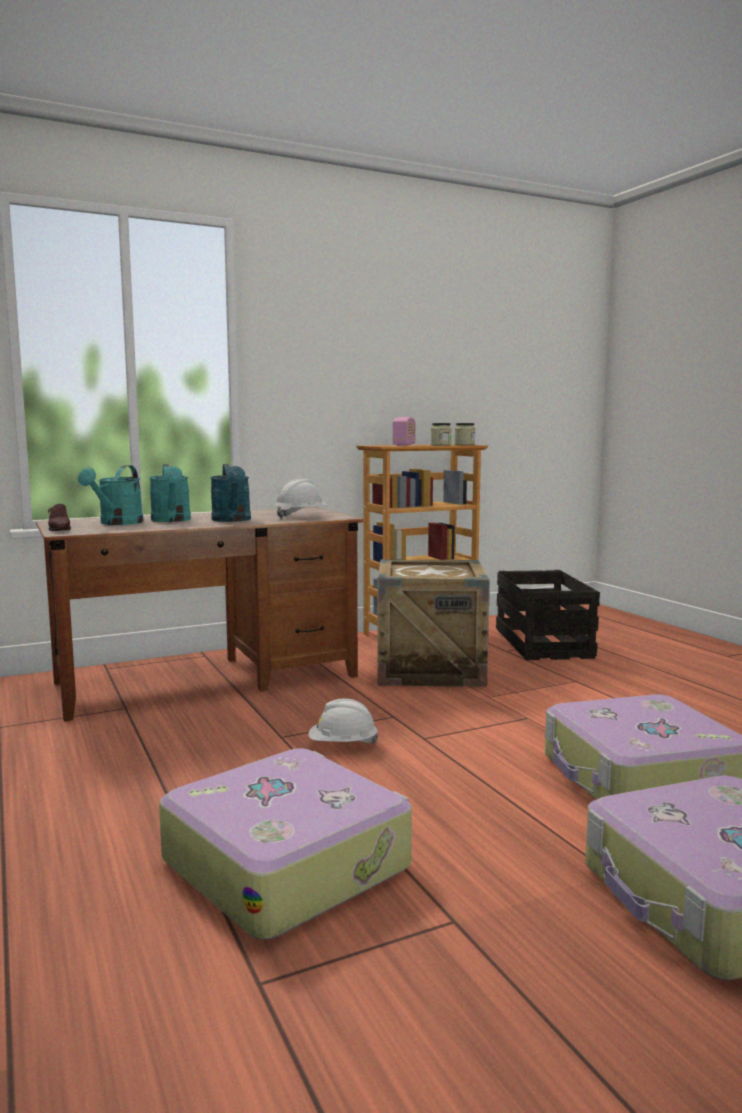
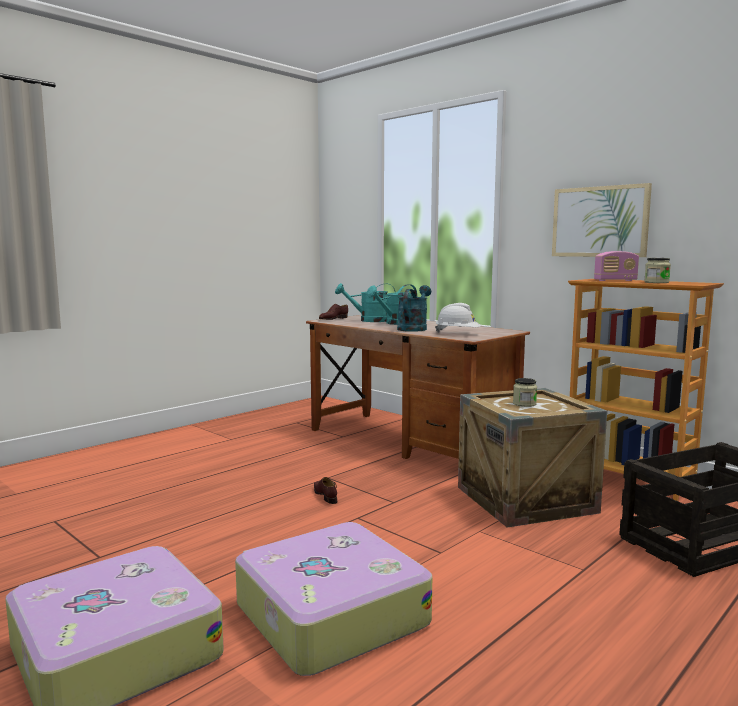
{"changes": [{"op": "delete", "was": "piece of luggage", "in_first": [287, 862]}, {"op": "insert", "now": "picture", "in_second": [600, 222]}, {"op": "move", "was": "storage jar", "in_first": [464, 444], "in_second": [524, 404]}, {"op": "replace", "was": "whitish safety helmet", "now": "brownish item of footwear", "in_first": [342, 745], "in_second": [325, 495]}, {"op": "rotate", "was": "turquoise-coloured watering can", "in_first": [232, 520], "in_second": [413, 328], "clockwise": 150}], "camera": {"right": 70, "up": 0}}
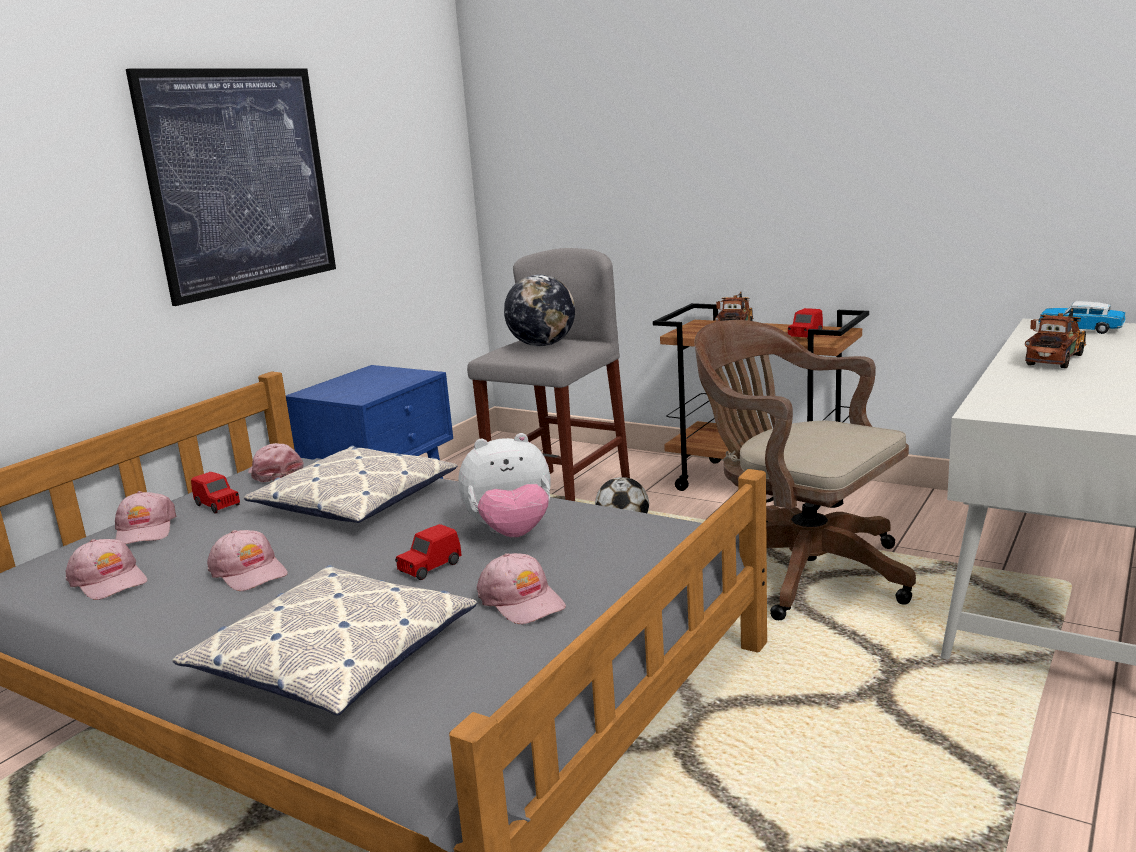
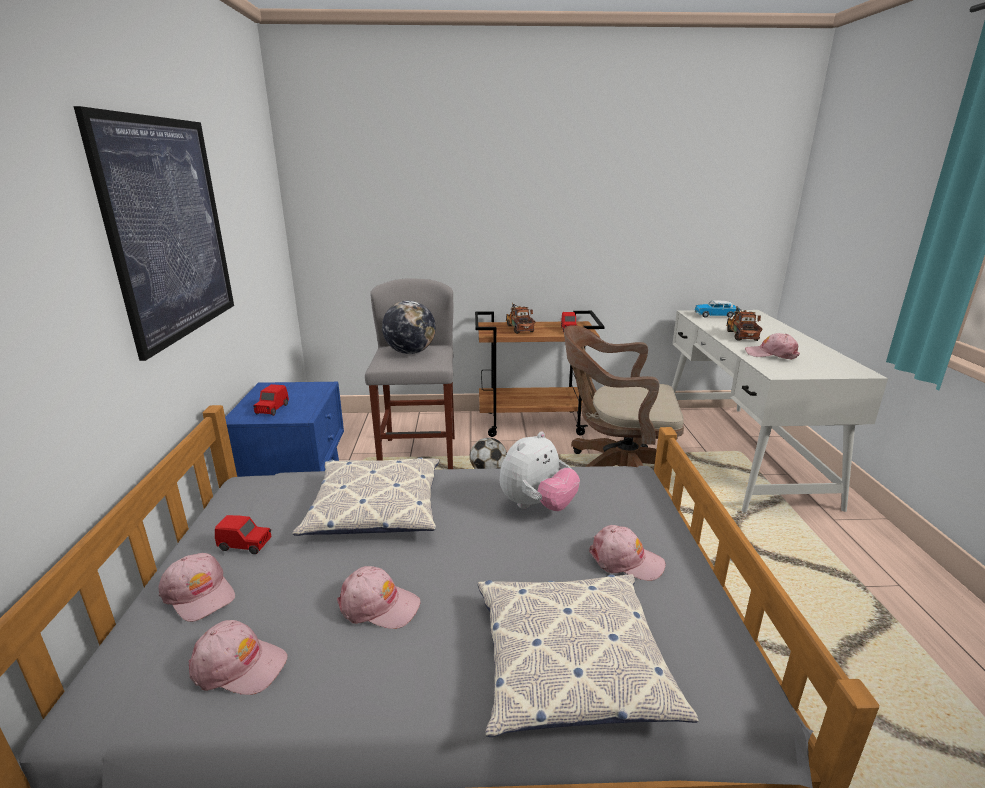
{"changes": [{"op": "move", "was": "pink-coloured cap", "in_first": [274, 472], "in_second": [771, 354]}, {"op": "move", "was": "red toy car", "in_first": [429, 568], "in_second": [272, 409]}], "camera": {"right": -35, "up": 5}}
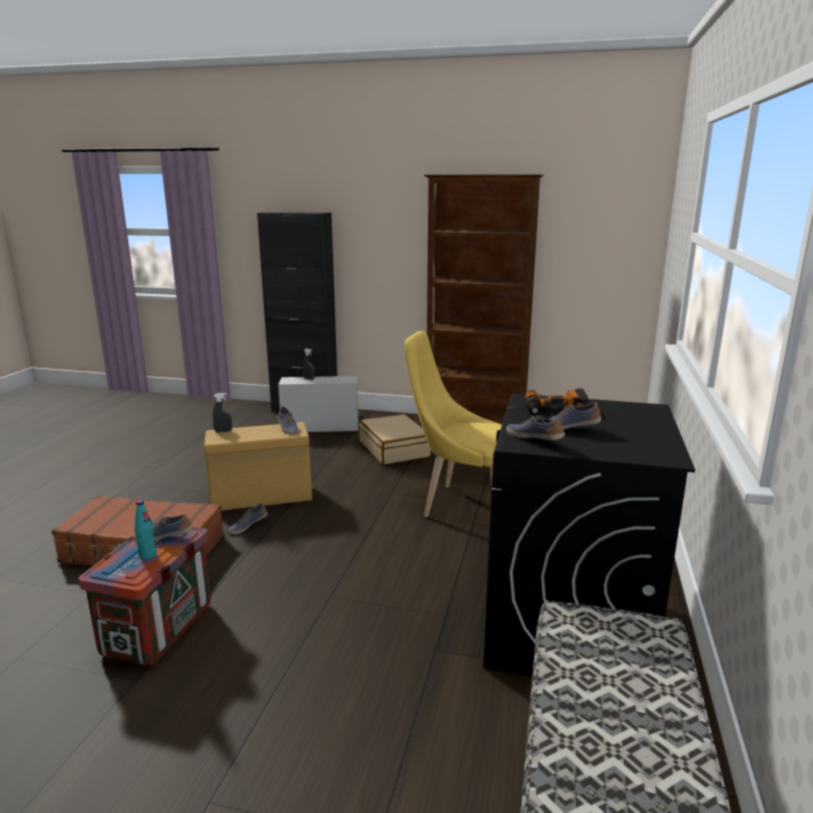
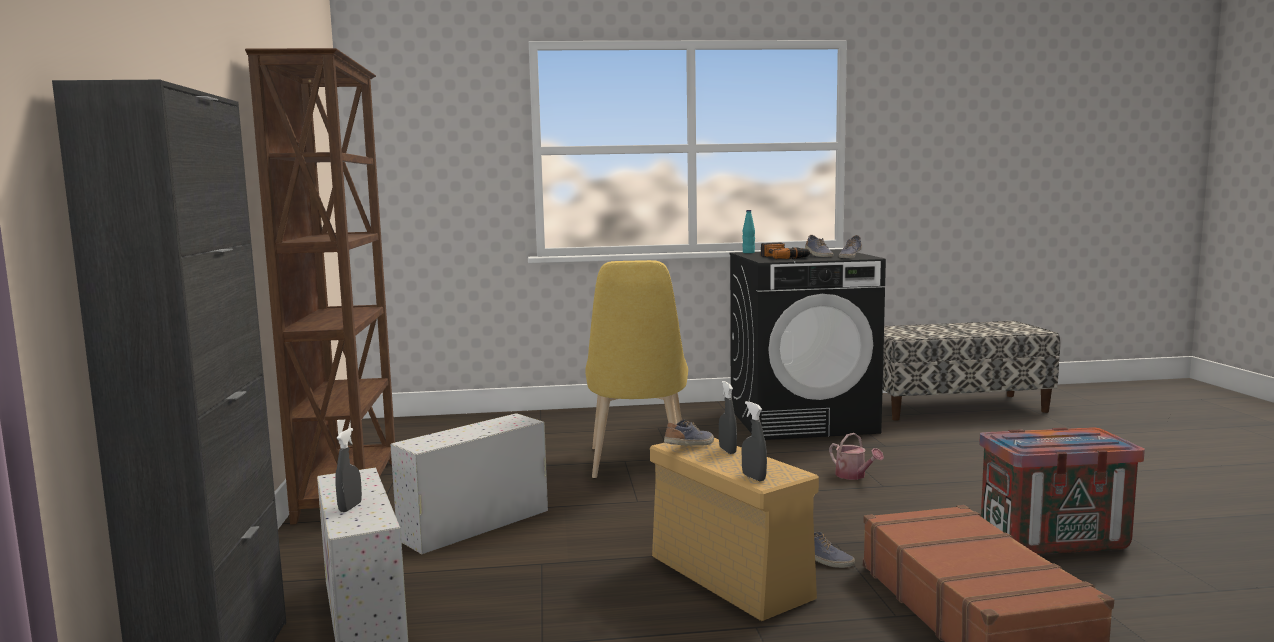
{"changes": [{"op": "delete", "was": "item of footwear", "in_first": [164, 537]}, {"op": "insert", "now": "gray spray bottle", "in_second": [727, 450]}, {"op": "insert", "now": "watering can", "in_second": [854, 476]}, {"op": "move", "was": "turquoise-coloured beverage bottle", "in_first": [148, 555], "in_second": [748, 252]}, {"op": "replace", "was": "beige piece of luggage", "now": "whitish storage container", "in_first": [395, 449], "in_second": [473, 525]}], "camera": {"right": -110, "up": -10}}
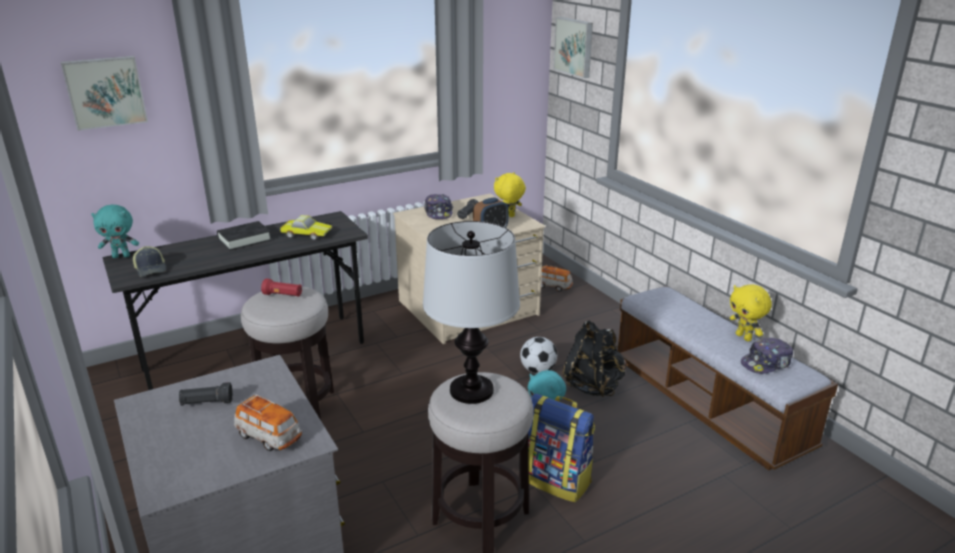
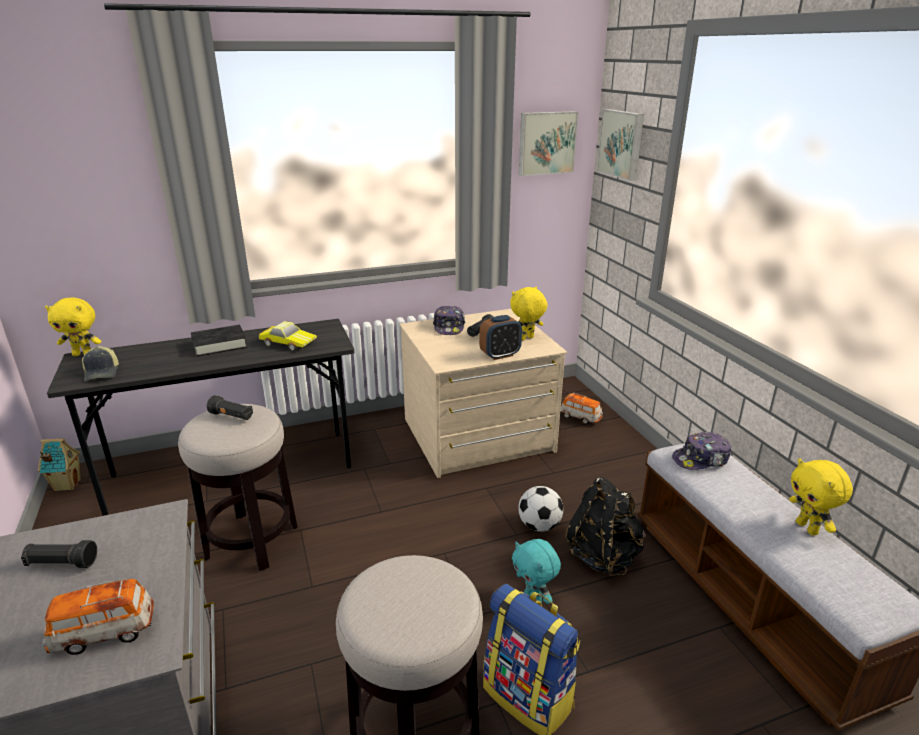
{"changes": [{"op": "delete", "was": "table lamp", "in_first": [472, 390]}, {"op": "insert", "now": "toy house", "in_second": [67, 485]}, {"op": "move", "was": "picture", "in_first": [105, 92], "in_second": [546, 143]}, {"op": "move", "was": "cap", "in_first": [766, 363], "in_second": [701, 459]}, {"op": "recolor", "was": "turquoise-coloured plush toy", "now": "yellow plush toy", "in_first": [121, 256], "in_second": [83, 354]}, {"op": "recolor", "was": "red flashlight", "now": "black-coloured flashlight", "in_first": [283, 295], "in_second": [232, 416]}, {"op": "rotate", "was": "toy car", "in_first": [269, 437], "in_second": [104, 633], "clockwise": 120}], "camera": {"right": 10, "up": 0}}
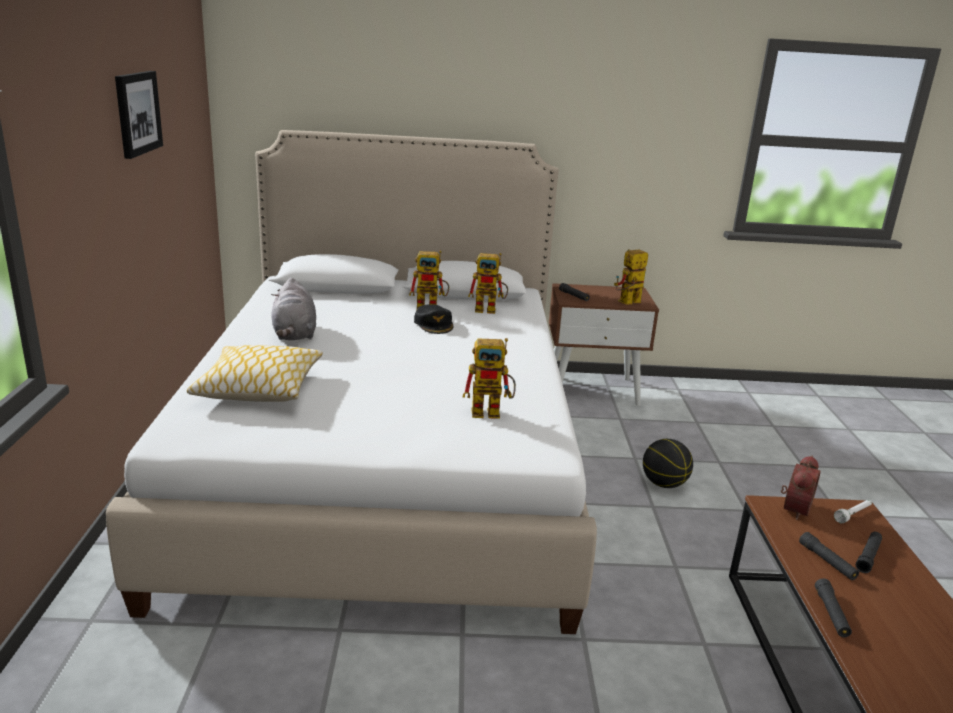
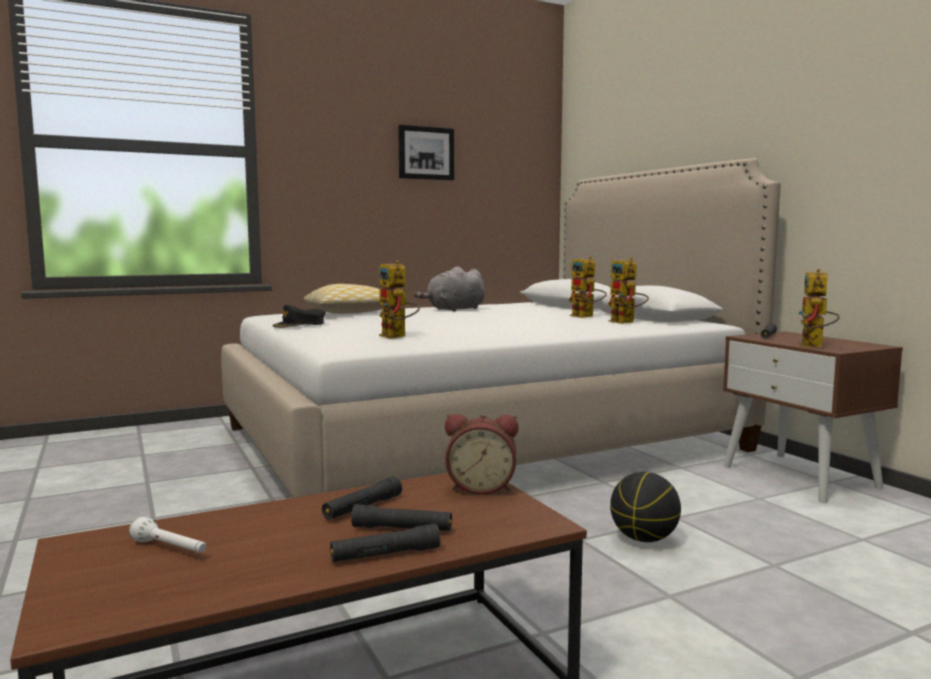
{"changes": [{"op": "move", "was": "black-coloured cap", "in_first": [434, 324], "in_second": [300, 325]}, {"op": "move", "was": "black-coloured flashlight", "in_first": [831, 613], "in_second": [385, 555]}, {"op": "move", "was": "whitish flashlight", "in_first": [853, 515], "in_second": [170, 549]}, {"op": "rotate", "was": "toy robot", "in_first": [627, 303], "in_second": [814, 346], "clockwise": -105}], "camera": {"right": 65, "up": -15}}
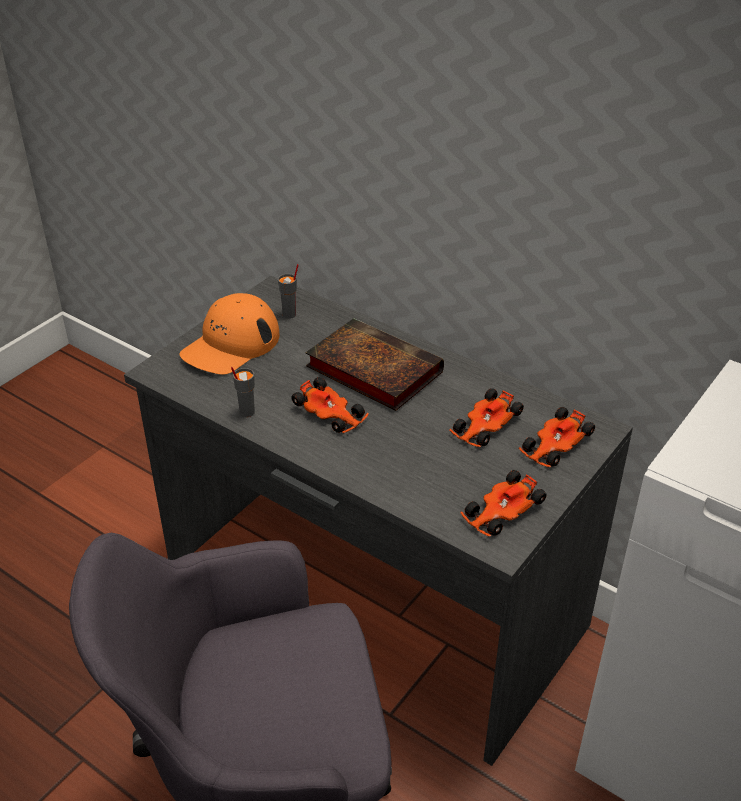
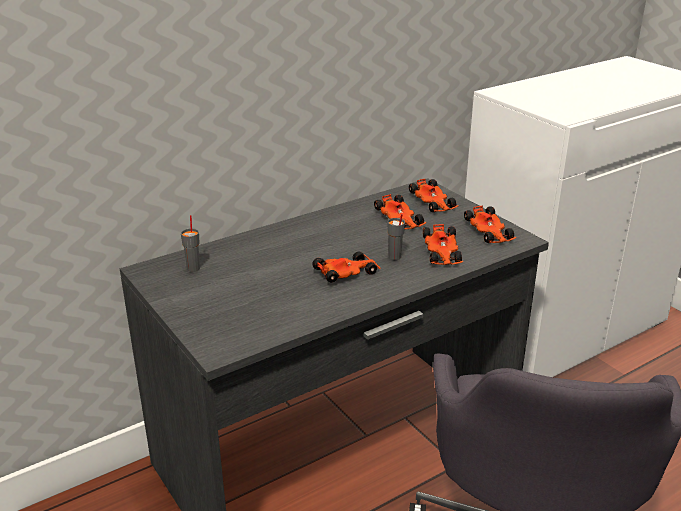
{"changes": [{"op": "delete", "was": "orange cap", "in_first": [231, 344]}, {"op": "delete", "was": "volume", "in_first": [370, 369]}, {"op": "insert", "now": "toy car", "in_second": [442, 253]}, {"op": "move", "was": "gray drinking cup", "in_first": [246, 412], "in_second": [394, 257]}], "camera": {"right": -70, "up": -10}}
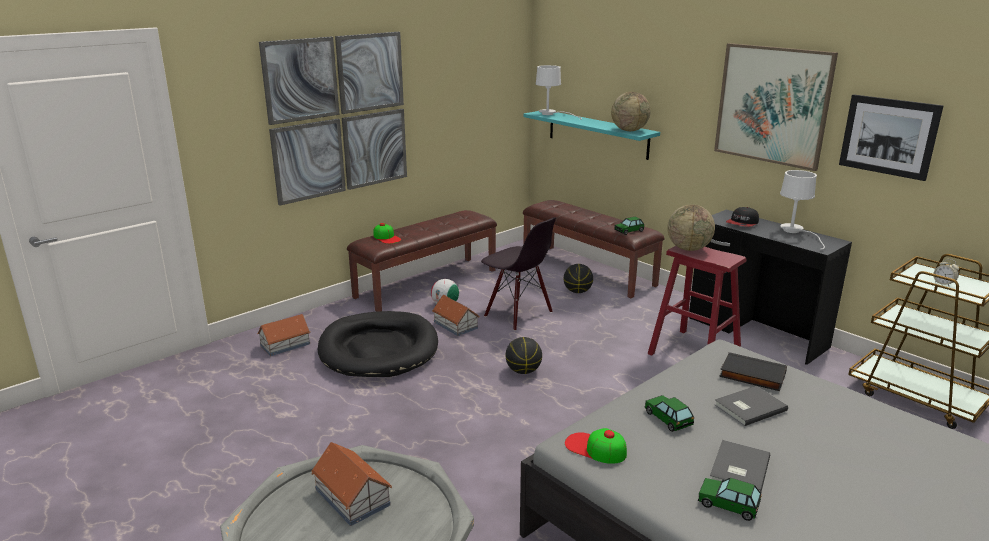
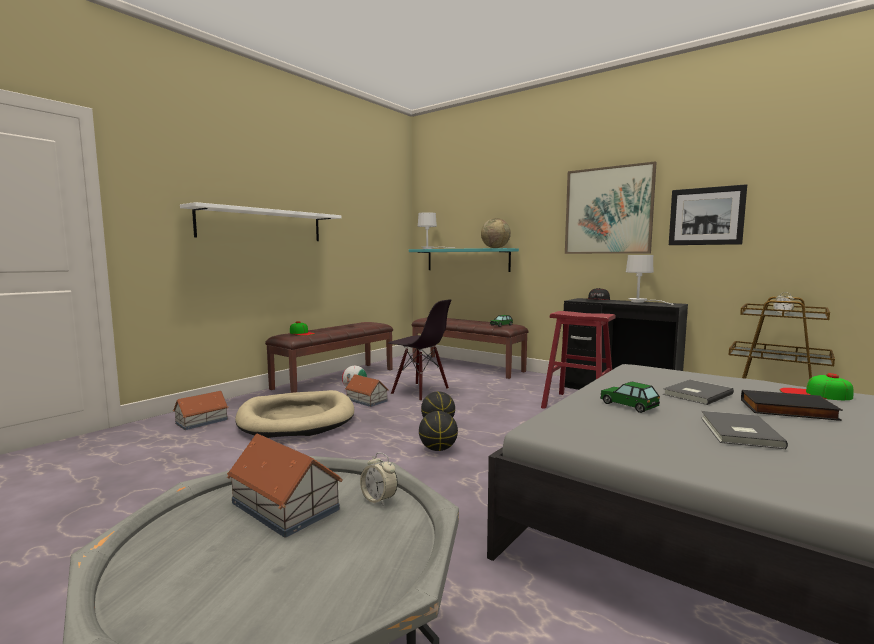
{"changes": [{"op": "delete", "was": "world globe", "in_first": [688, 249]}, {"op": "delete", "was": "toy car", "in_first": [728, 504]}, {"op": "insert", "now": "alarm clock", "in_second": [379, 499]}, {"op": "move", "was": "basketball ball", "in_first": [577, 291], "in_second": [438, 449]}, {"op": "move", "was": "cap", "in_first": [595, 448], "in_second": [815, 394]}, {"op": "move", "was": "black-coloured volume", "in_first": [751, 375], "in_second": [787, 410]}, {"op": "replace", "was": "picture", "now": "whitish bracket shelf", "in_first": [339, 116], "in_second": [262, 225]}, {"op": "recolor", "was": "black-coloured pet bed", "now": "beige pet bed", "in_first": [378, 349], "in_second": [297, 419]}], "camera": {"right": -10, "up": -15}}
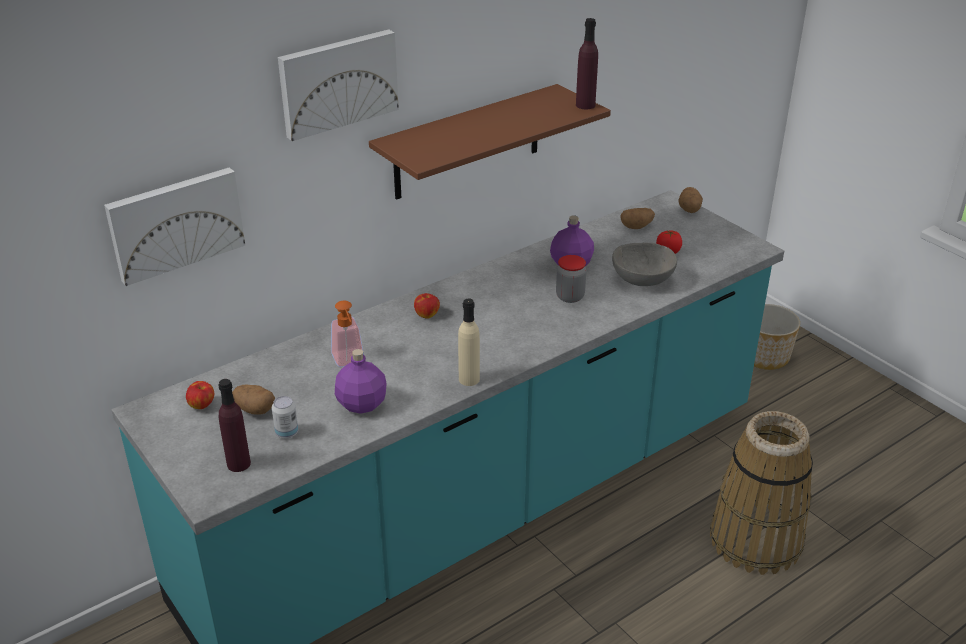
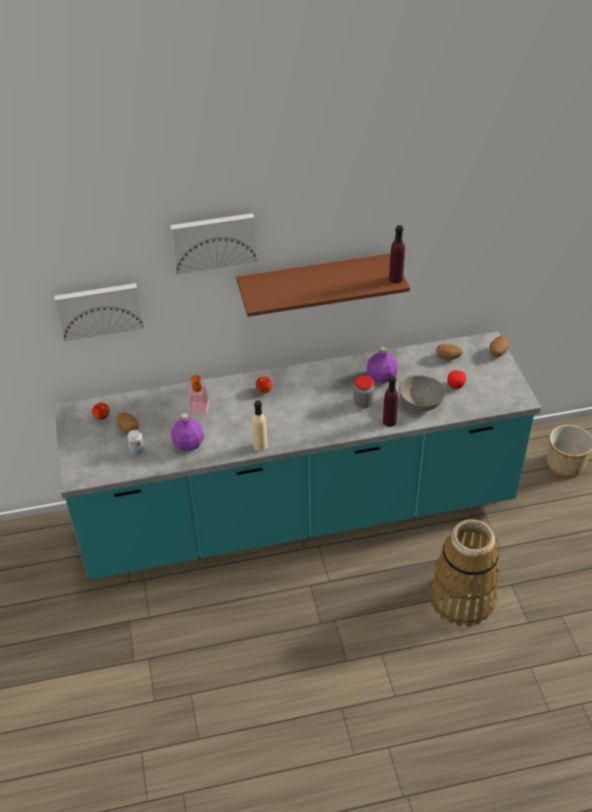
{"changes": [{"op": "move", "was": "purple beverage bottle", "in_first": [238, 464], "in_second": [389, 421]}], "camera": {"right": 25, "up": 10}}
